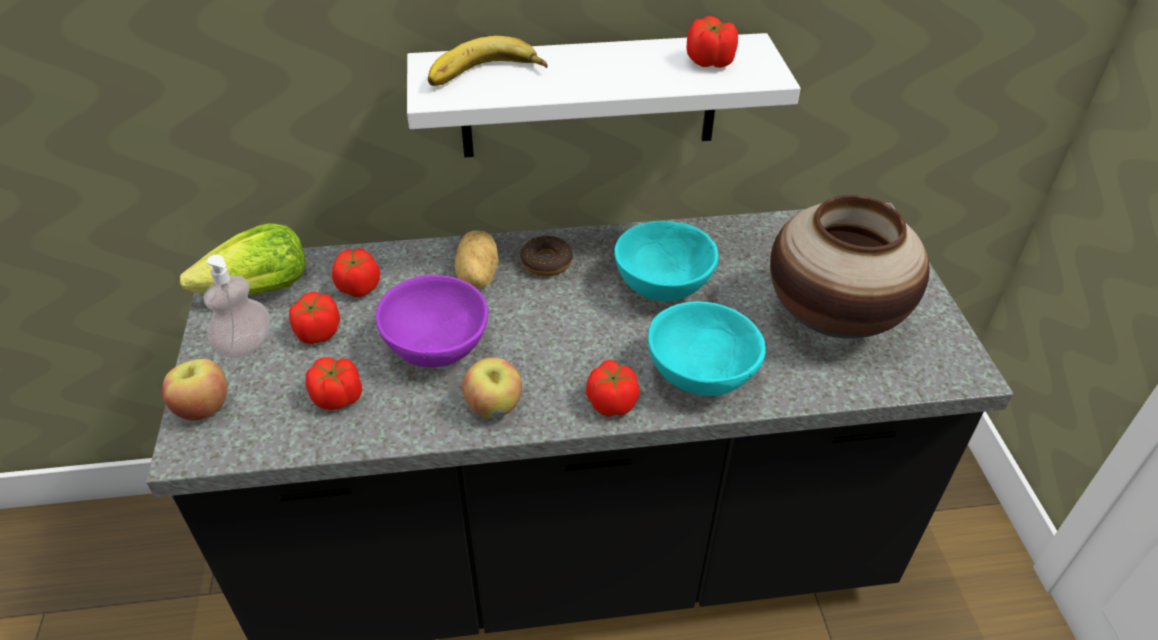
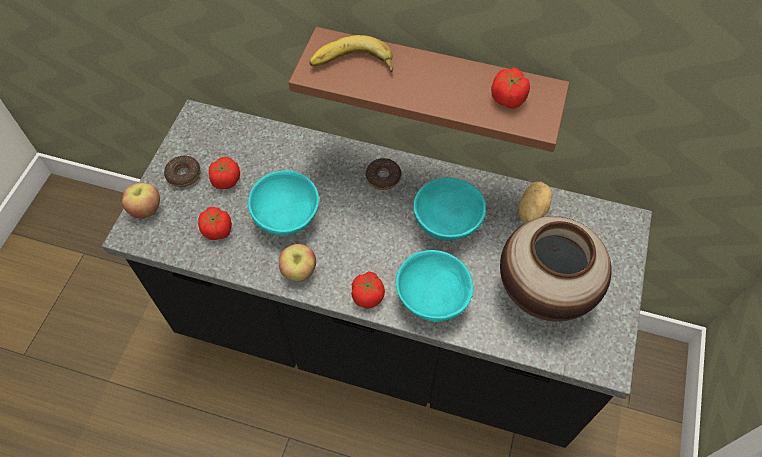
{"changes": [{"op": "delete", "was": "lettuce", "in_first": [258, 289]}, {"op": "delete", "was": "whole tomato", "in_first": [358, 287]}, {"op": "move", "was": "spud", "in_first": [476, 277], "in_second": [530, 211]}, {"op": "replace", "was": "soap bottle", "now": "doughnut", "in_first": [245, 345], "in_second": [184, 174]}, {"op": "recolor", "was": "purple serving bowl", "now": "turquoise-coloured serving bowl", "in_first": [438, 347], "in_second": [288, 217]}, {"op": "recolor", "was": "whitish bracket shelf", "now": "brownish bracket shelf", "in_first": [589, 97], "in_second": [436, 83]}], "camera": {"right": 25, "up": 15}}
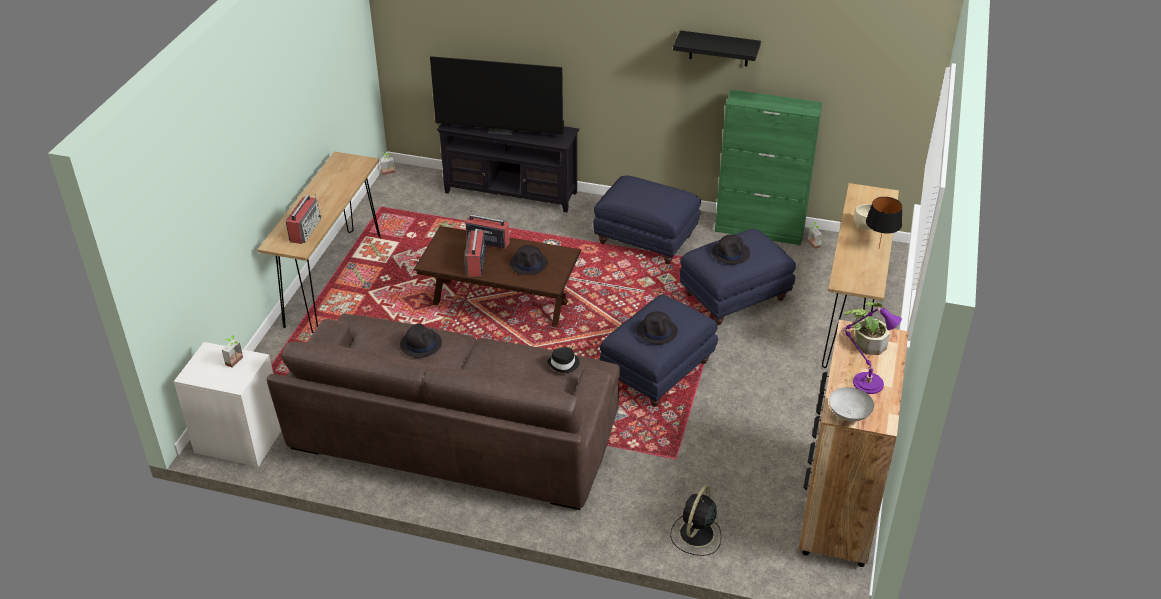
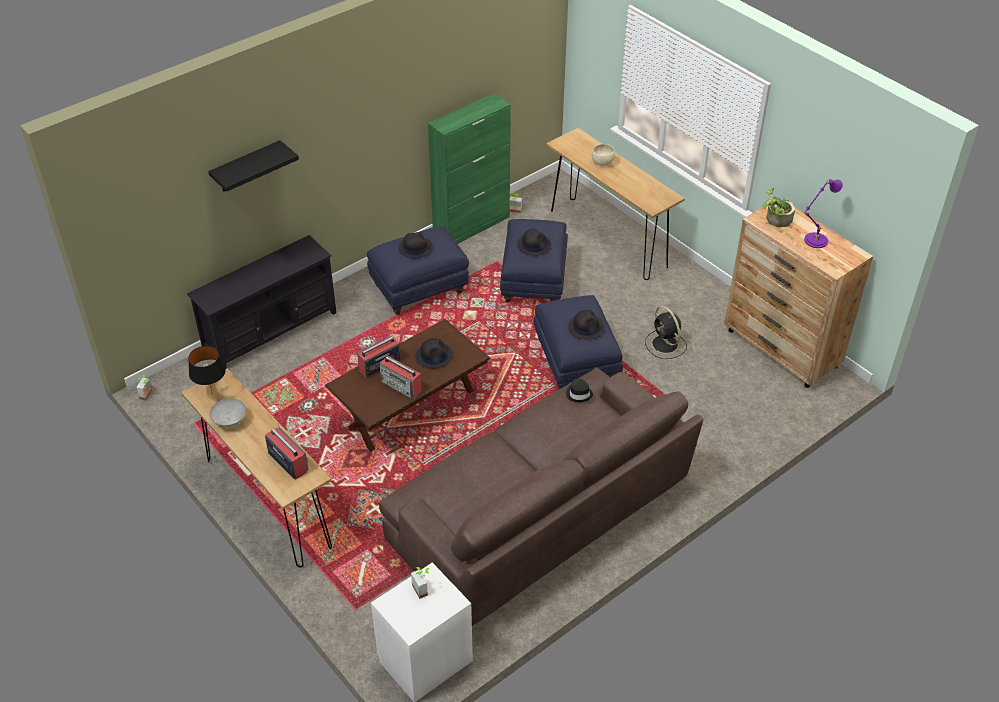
{"changes": [{"op": "delete", "was": "television", "in_first": [501, 129]}, {"op": "move", "was": "black-coloured hat", "in_first": [421, 344], "in_second": [415, 248]}, {"op": "move", "was": "black-coloured electric fan", "in_first": [696, 535], "in_second": [665, 345]}, {"op": "move", "was": "black-coloured bracket shelf", "in_first": [719, 48], "in_second": [246, 167]}, {"op": "move", "was": "gray serving bowl", "in_first": [848, 415], "in_second": [229, 421]}, {"op": "move", "was": "black-coloured table lamp", "in_first": [878, 248], "in_second": [212, 394]}], "camera": {"right": -55, "up": 5}}
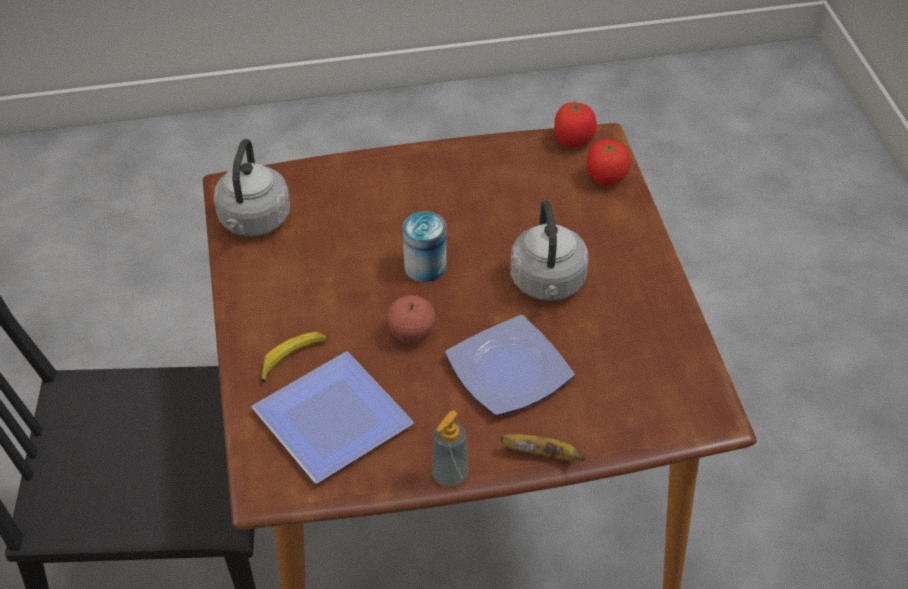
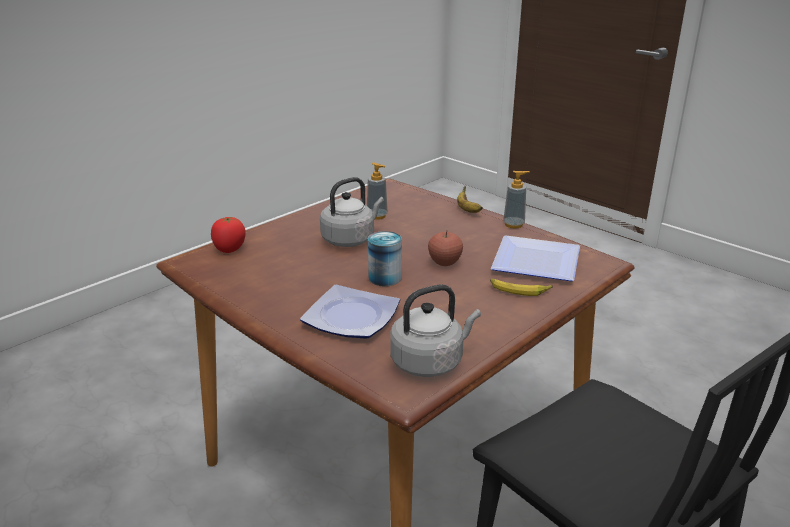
{"changes": [{"op": "delete", "was": "whole tomato", "in_first": [574, 140]}, {"op": "insert", "now": "soap bottle", "in_second": [377, 216]}, {"op": "move", "was": "plate", "in_first": [508, 373], "in_second": [353, 317]}], "camera": {"right": -125, "up": -20}}
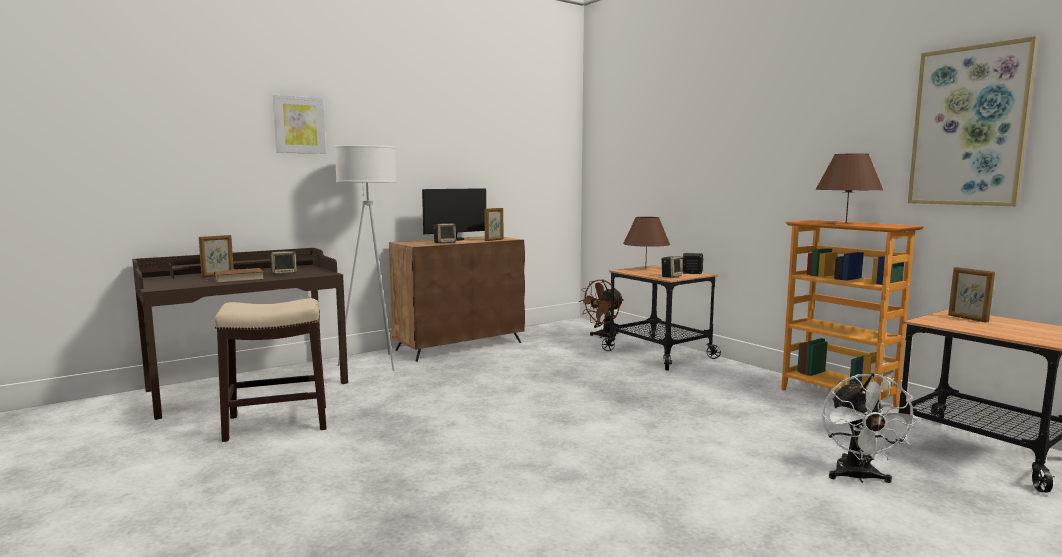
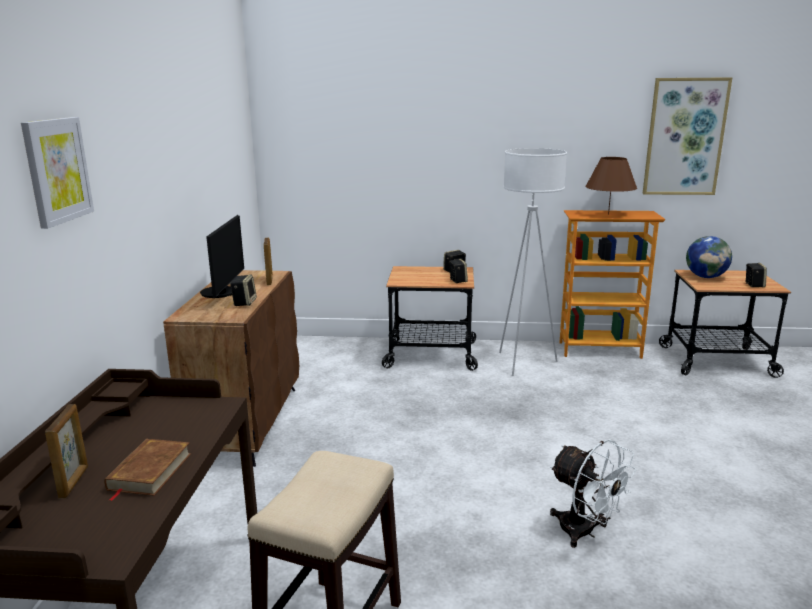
{"changes": [{"op": "delete", "was": "brownish electric fan", "in_first": [603, 337]}, {"op": "delete", "was": "brownish table lamp", "in_first": [645, 269]}, {"op": "move", "was": "audio speaker", "in_first": [284, 274], "in_second": [753, 285]}, {"op": "move", "was": "whitish floor lamp", "in_first": [374, 363], "in_second": [524, 363]}, {"op": "move", "was": "whitish electric fan", "in_first": [858, 477], "in_second": [584, 532]}, {"op": "replace", "was": "standing frame", "now": "world globe", "in_first": [967, 318], "in_second": [706, 277]}], "camera": {"right": -50, "up": 10}}
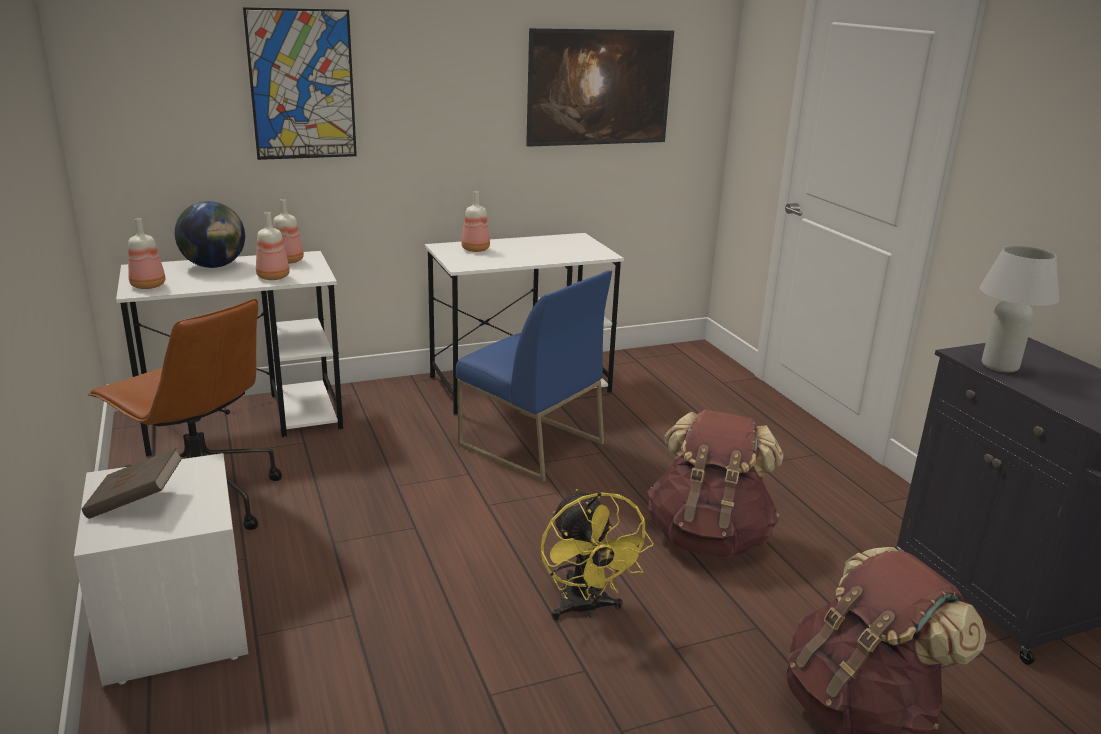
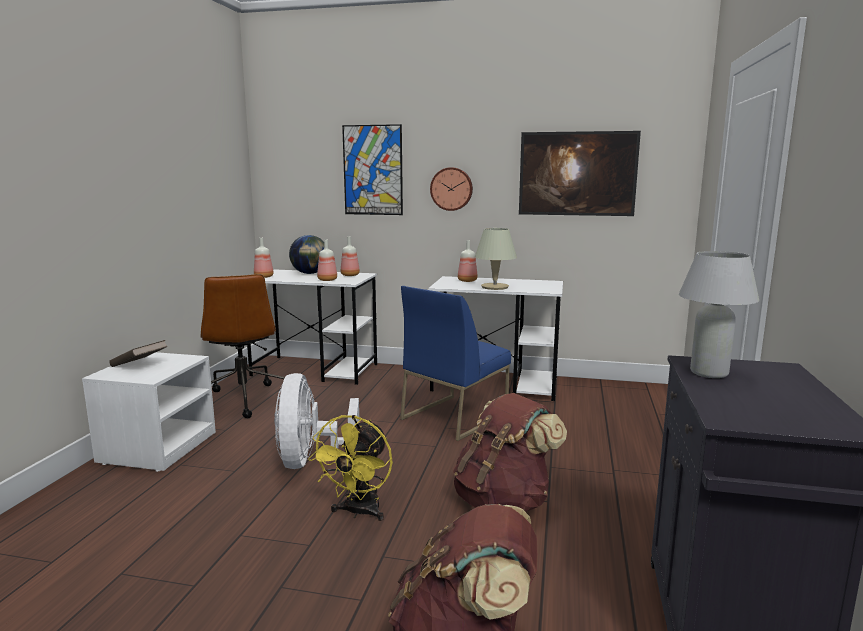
{"changes": [{"op": "insert", "now": "whitish electric fan", "in_second": [311, 461]}, {"op": "insert", "now": "clock on the wall", "in_second": [451, 189]}, {"op": "insert", "now": "beige table lamp", "in_second": [495, 287]}, {"op": "rotate", "was": "blue plain chair", "in_first": [529, 444], "in_second": [454, 416], "clockwise": 60}], "camera": {"right": 35, "up": -10}}
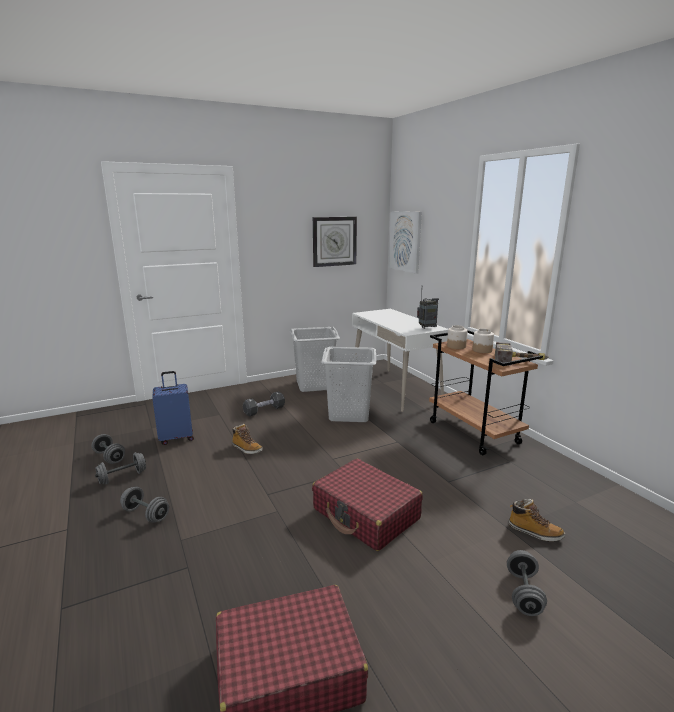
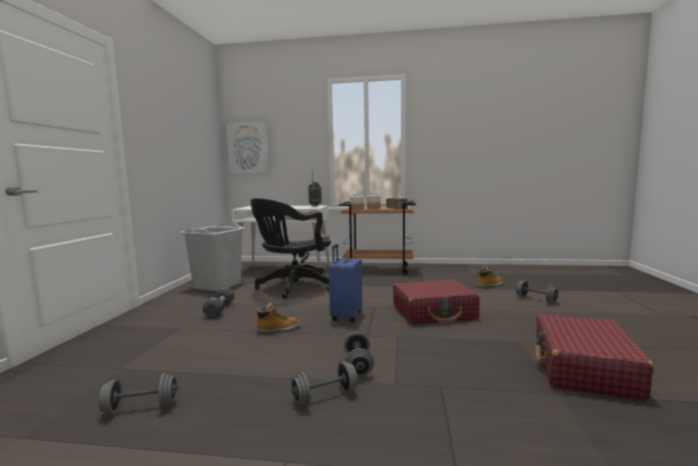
{"changes": [{"op": "delete", "was": "clock on the wall", "in_first": [334, 241]}, {"op": "move", "was": "gray free weight", "in_first": [122, 477], "in_second": [358, 365]}, {"op": "move", "was": "blue piece of luggage", "in_first": [176, 438], "in_second": [345, 316]}, {"op": "replace", "was": "gray laundry basket", "now": "black-coloured desk chair", "in_first": [348, 414], "in_second": [292, 287]}], "camera": {"right": -55, "up": -10}}
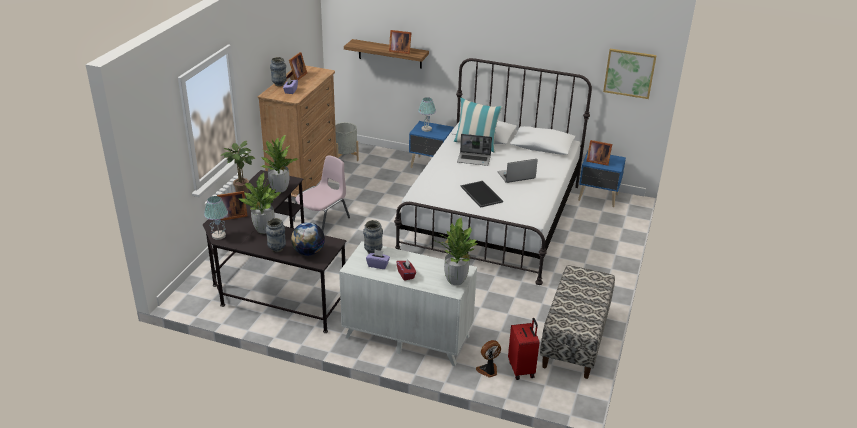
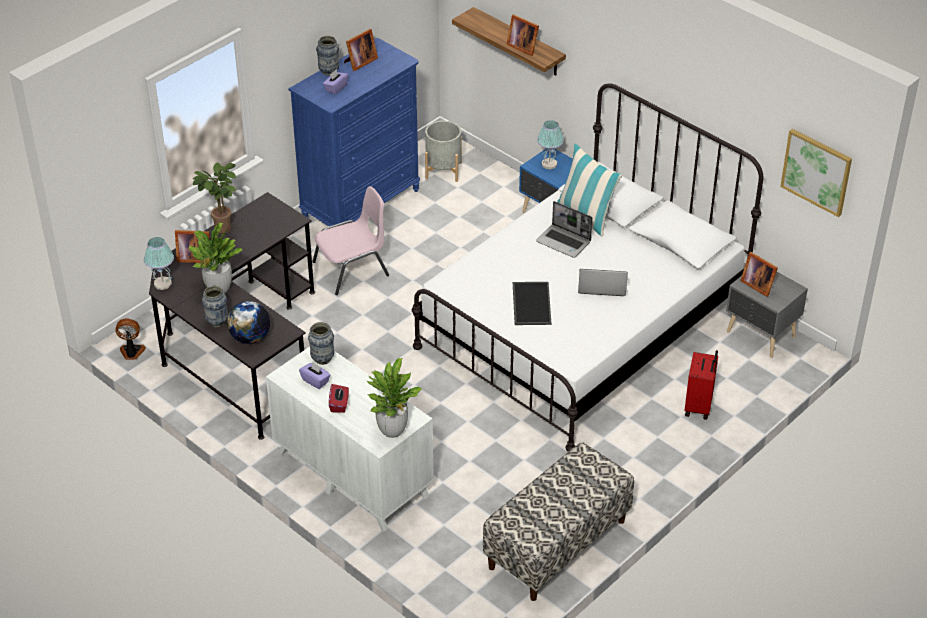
{"changes": [{"op": "delete", "was": "houseplant", "in_first": [279, 189]}, {"op": "move", "was": "electric fan", "in_first": [488, 371], "in_second": [132, 352]}, {"op": "move", "was": "red piece of luggage", "in_first": [522, 369], "in_second": [699, 406]}, {"op": "recolor", "was": "brownish chest of drawers", "now": "blue chest of drawers", "in_first": [304, 184], "in_second": [361, 204]}, {"op": "recolor", "was": "blue night table", "now": "gray night table", "in_first": [598, 198], "in_second": [761, 335]}], "camera": {"right": 25, "up": 10}}
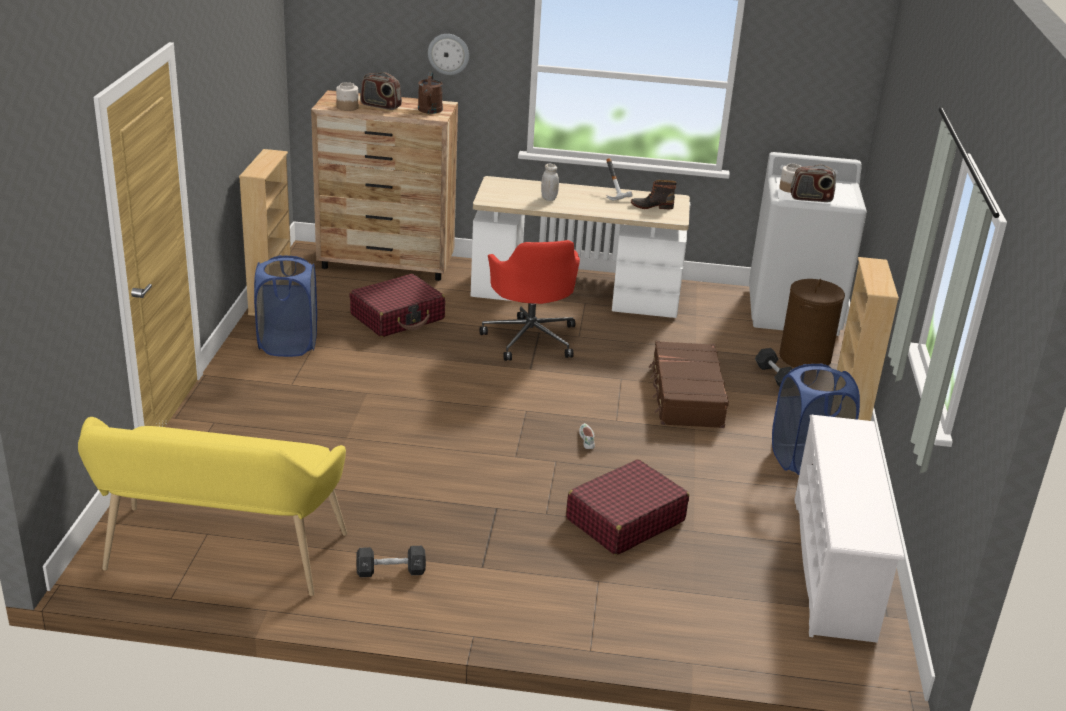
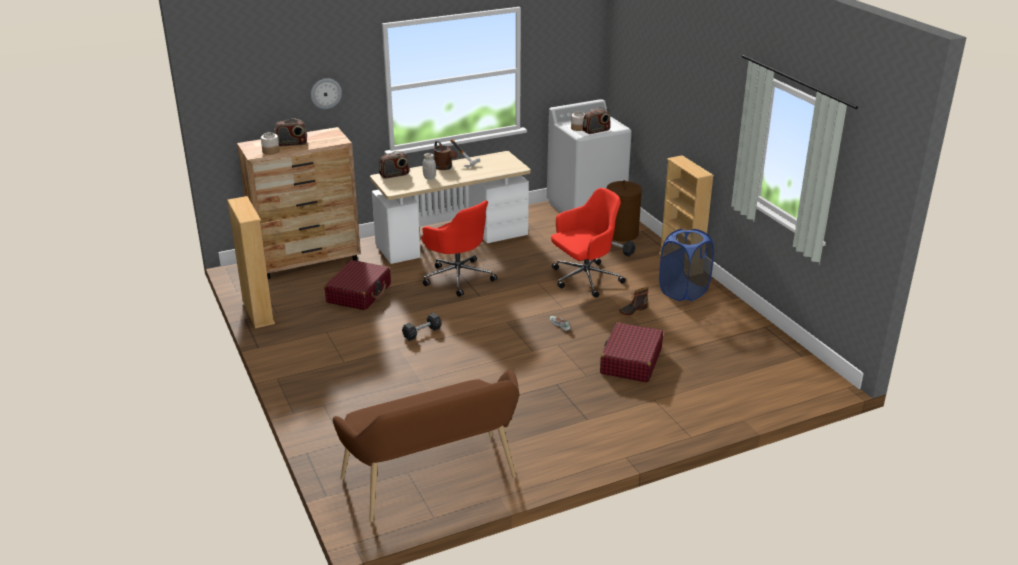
{"changes": [{"op": "delete", "was": "blue laundry basket", "in_first": [288, 344]}, {"op": "delete", "was": "whitish shoe rack", "in_first": [835, 567]}, {"op": "insert", "now": "radio", "in_second": [394, 175]}, {"op": "move", "was": "black-coloured free weight", "in_first": [391, 571], "in_second": [422, 333]}, {"op": "move", "was": "brownish watering can", "in_first": [430, 111], "in_second": [445, 168]}, {"op": "move", "was": "tall boot", "in_first": [651, 206], "in_second": [632, 310]}, {"op": "replace", "was": "brownish piece of luggage", "now": "red desk chair", "in_first": [686, 396], "in_second": [584, 279]}, {"op": "recolor", "was": "yellow bench", "now": "brownish bench", "in_first": [219, 558], "in_second": [434, 482]}], "camera": {"right": -30, "up": 0}}
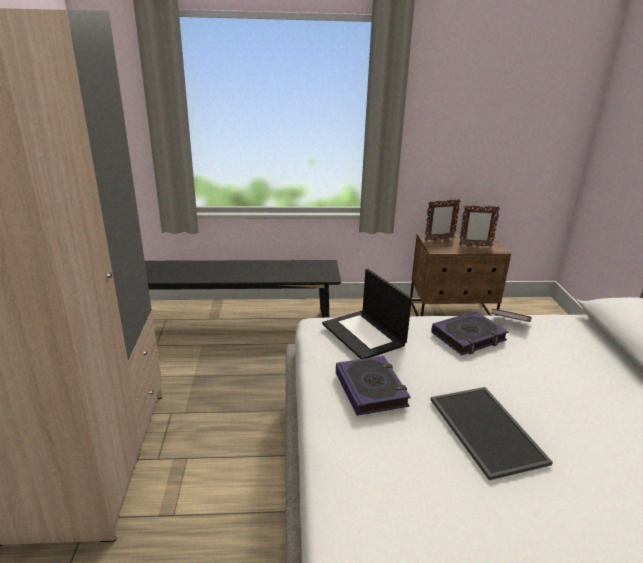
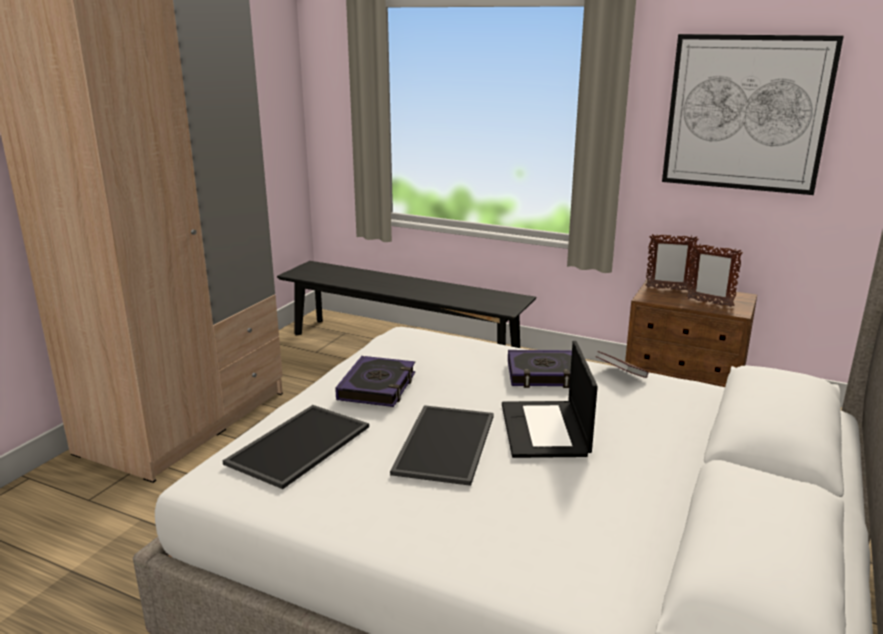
{"changes": [{"op": "insert", "now": "serving tray", "in_second": [298, 444]}, {"op": "insert", "now": "picture", "in_second": [746, 113]}, {"op": "move", "was": "laptop", "in_first": [364, 334], "in_second": [545, 430]}], "camera": {"right": 30, "up": -5}}
